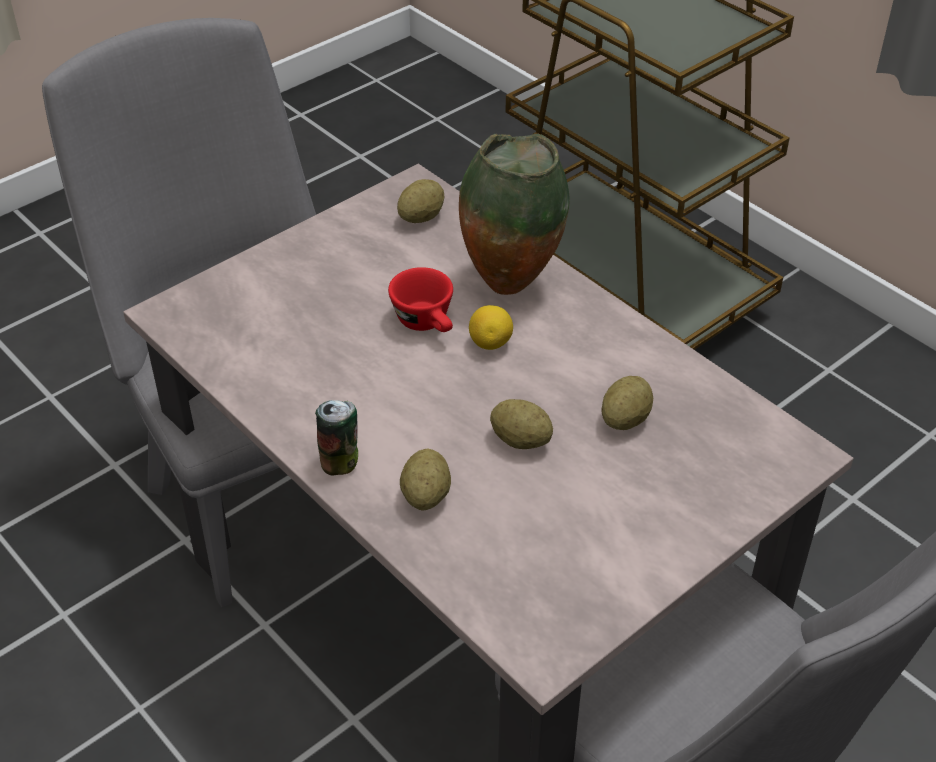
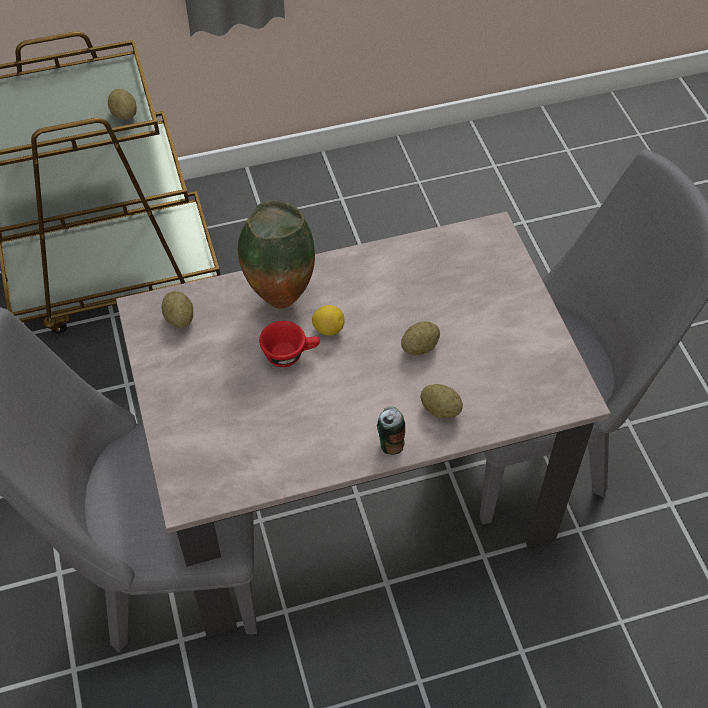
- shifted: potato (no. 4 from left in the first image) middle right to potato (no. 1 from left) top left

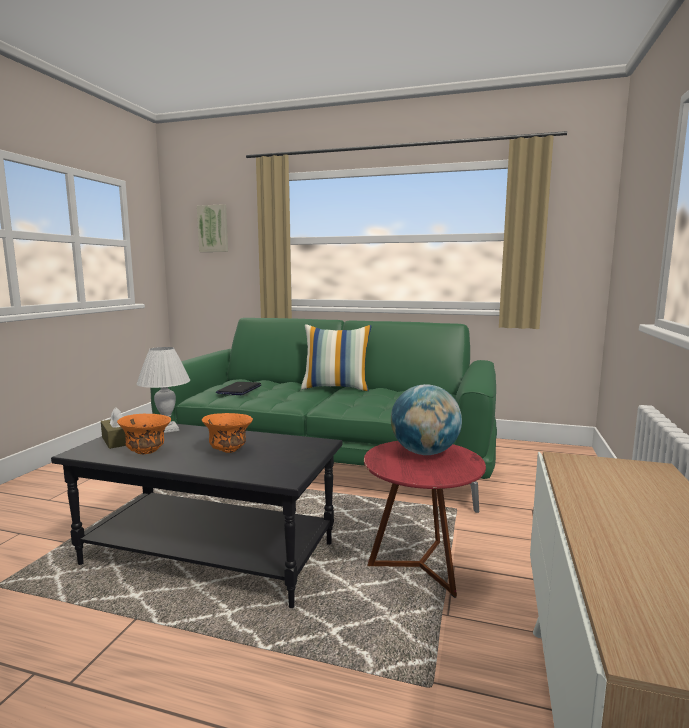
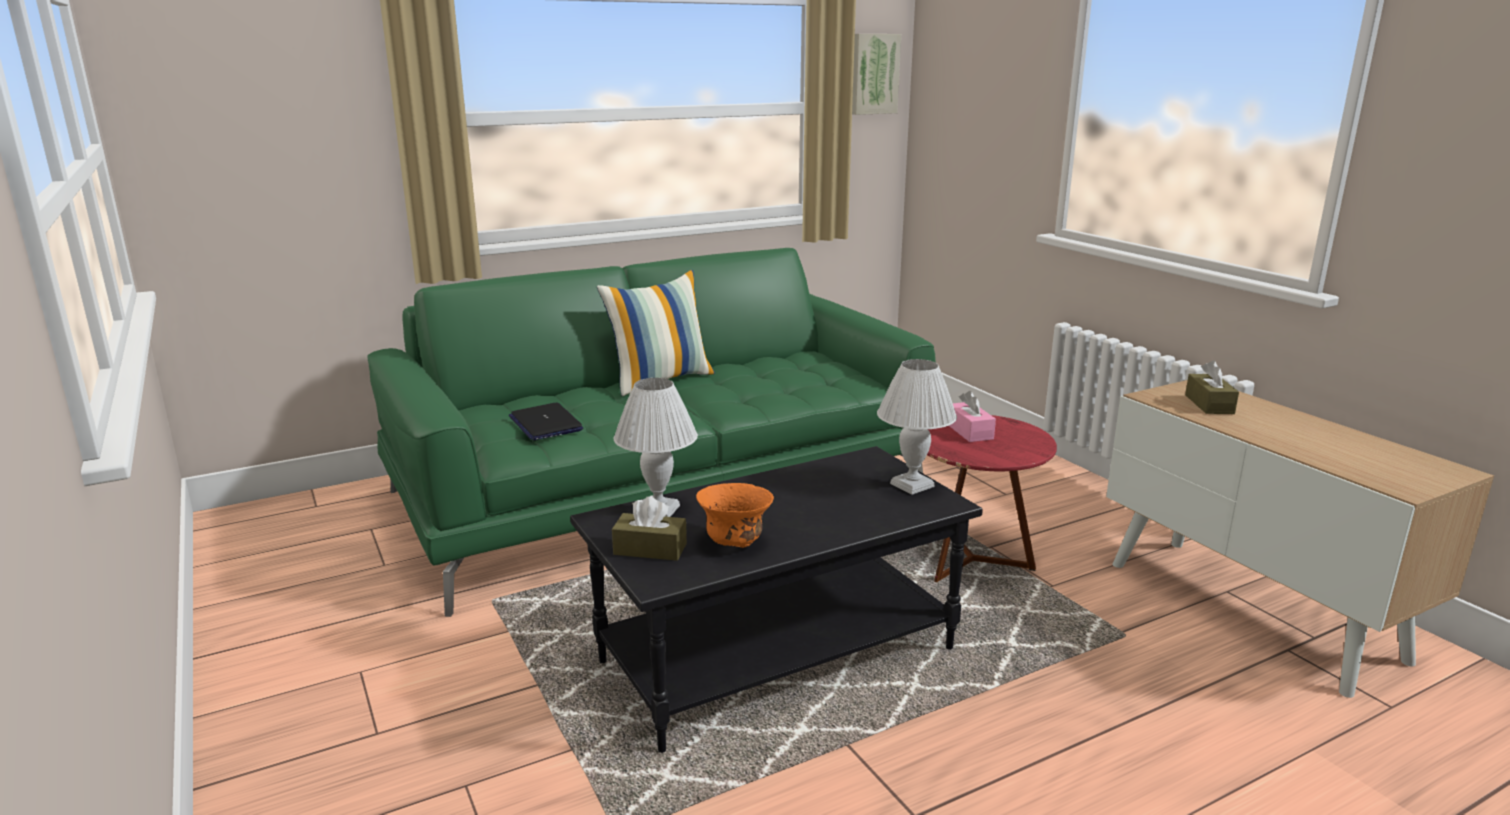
- gone: bowl (orange) (no. 2 from left) middle left
- new: table lamp (white) (no. 2 from left) centre
- new: tissue box (brown) (no. 2 from left) middle right
- shifted: picture top left to top centre
- swapped: globe centre to tissue box (pink) centre

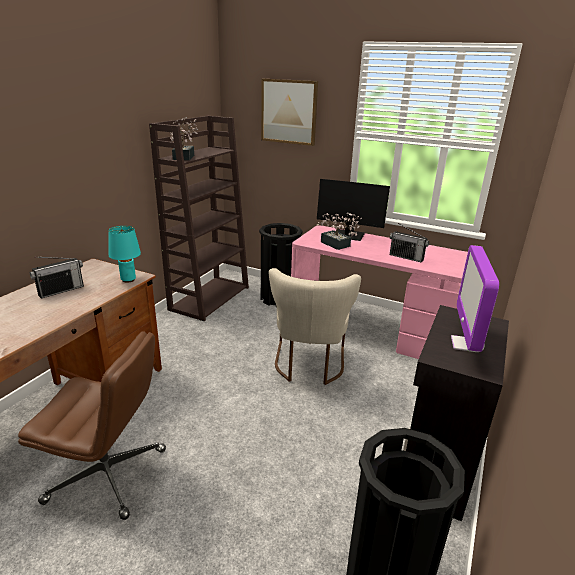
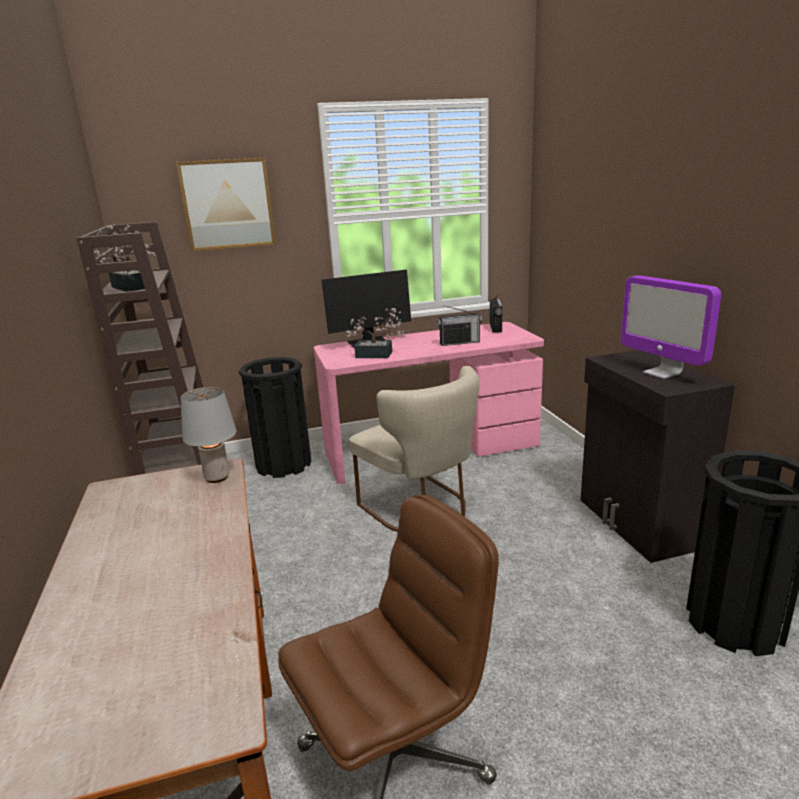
- shifted: radio (no. 1 from left in the first image) middle left to radio (no. 2 from left) centre
- repainted: table lamp (turquoise) middle left to table lamp (grey) middle left

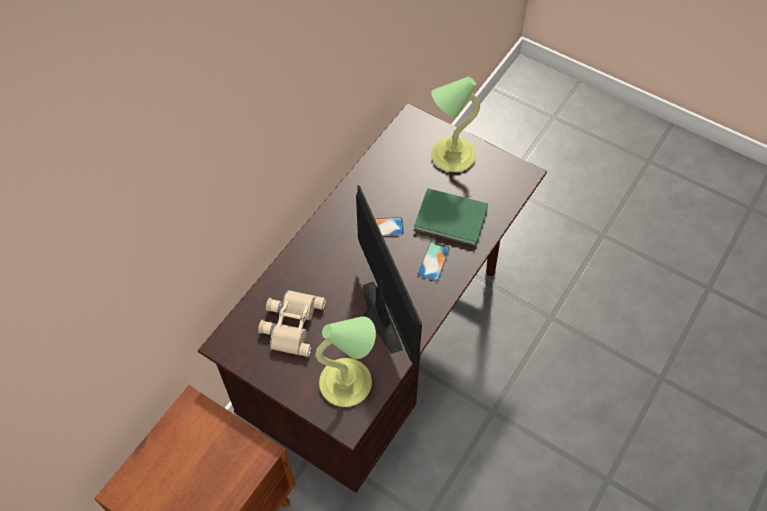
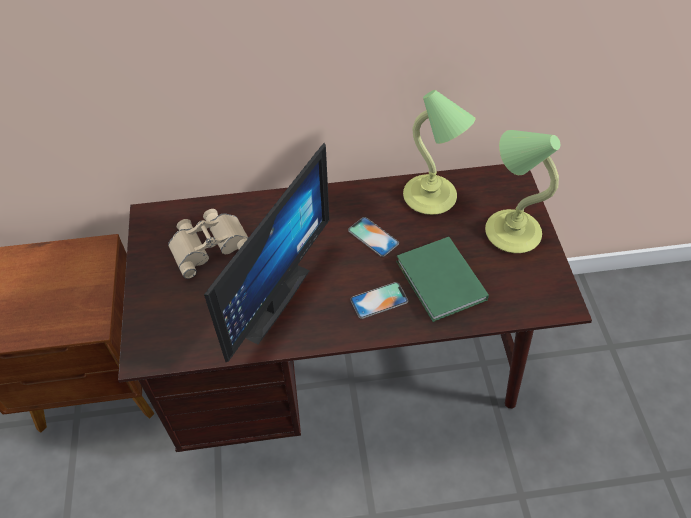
- shifted: table lamp (no. 1 from left) bottom centre to top centre

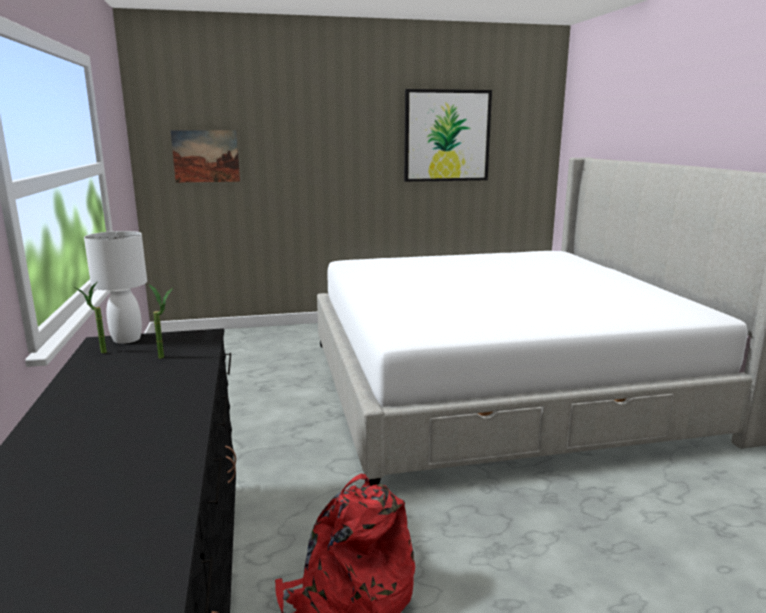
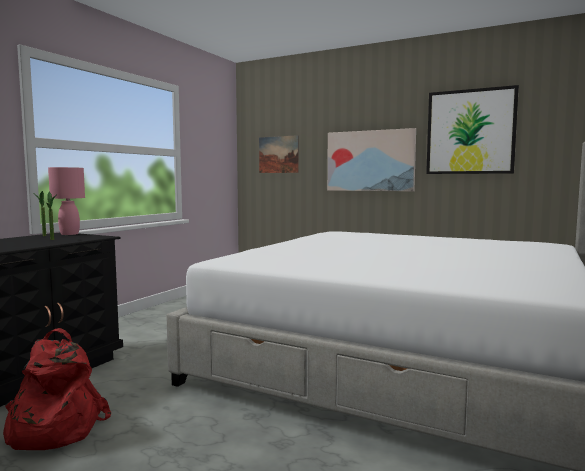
- new: picture (no. 2 from left) centre
- repainted: table lamp (white) middle left to table lamp (pink) middle left

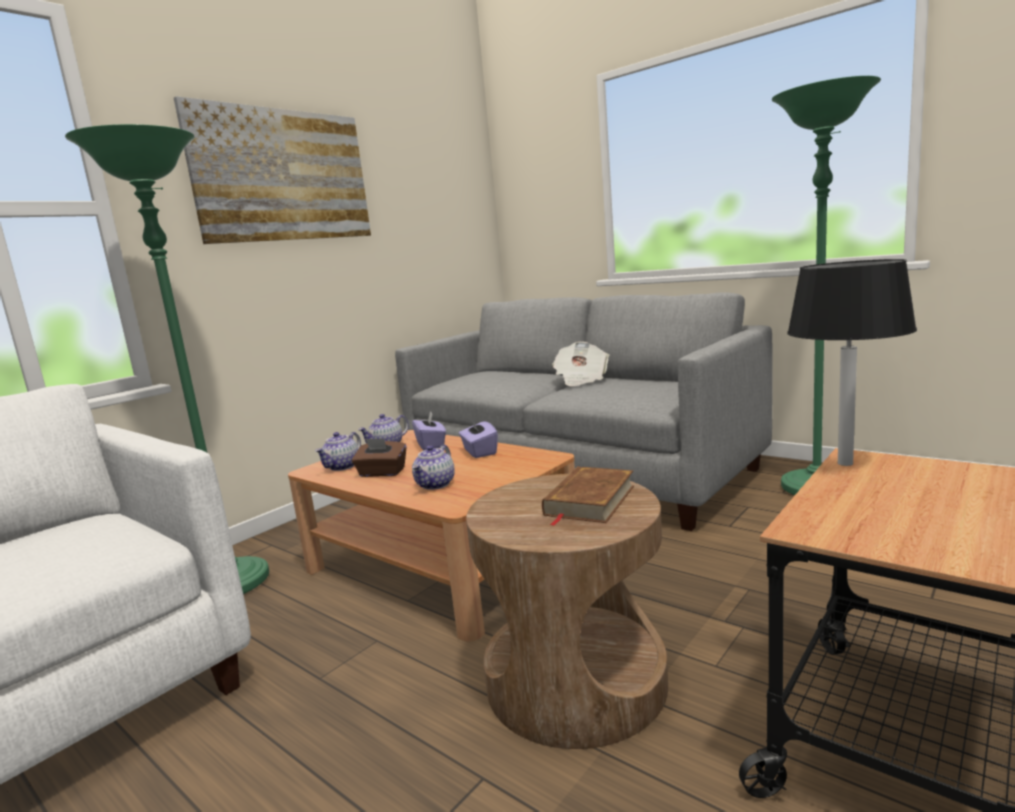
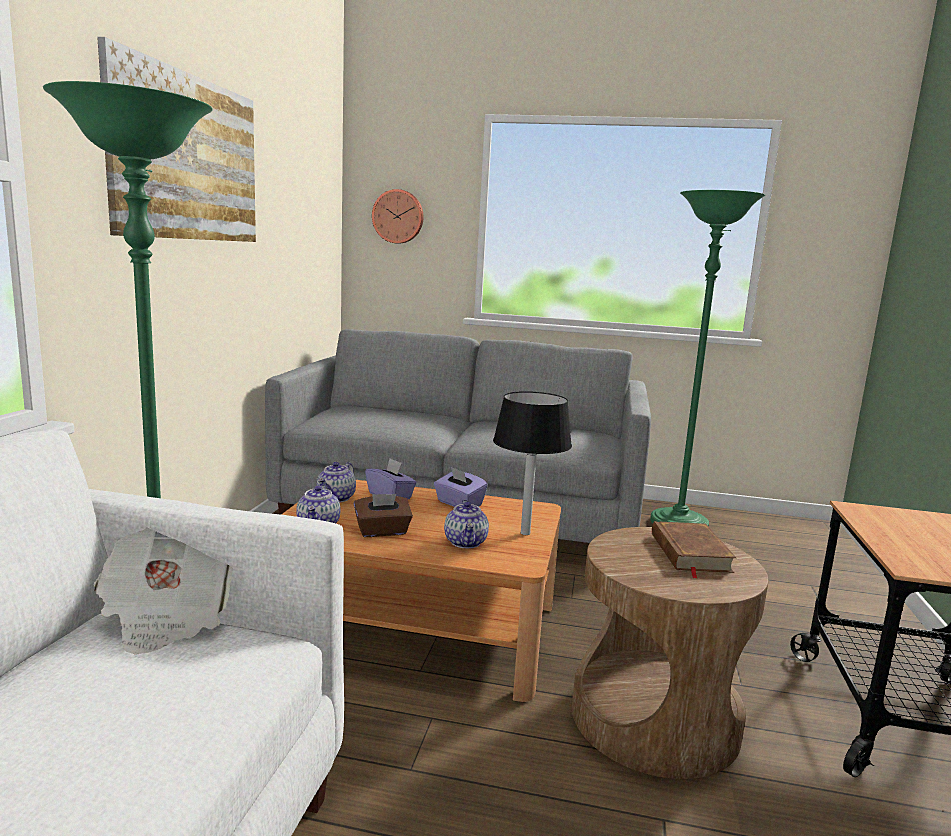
- new: wall clock top centre
- shifted: newspaper centre to bottom left
- shifted: table lamp (black) middle right to centre

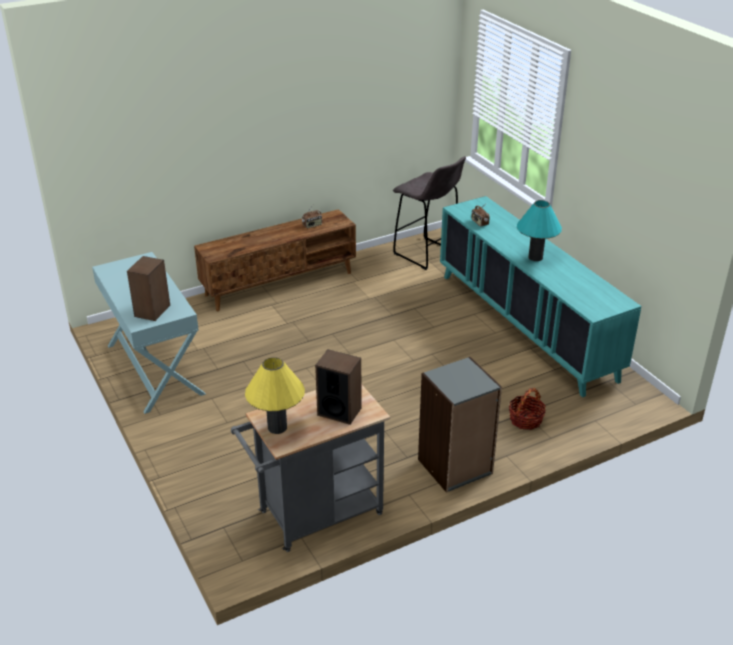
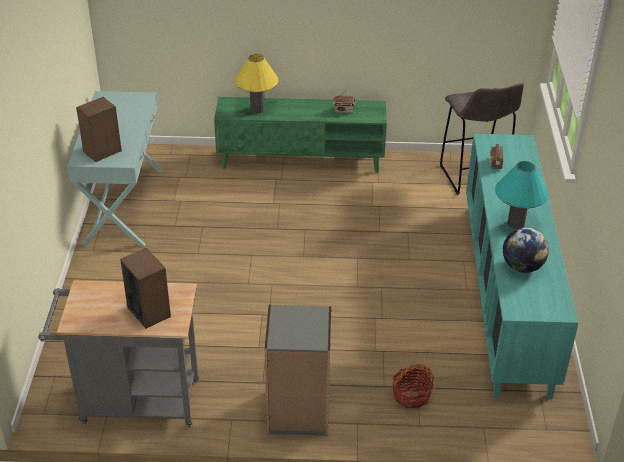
- new: globe middle right
- shifted: table lamp (yellow) centre to top centre
- repainted: tv stand (brown) centre to tv stand (green) top centre

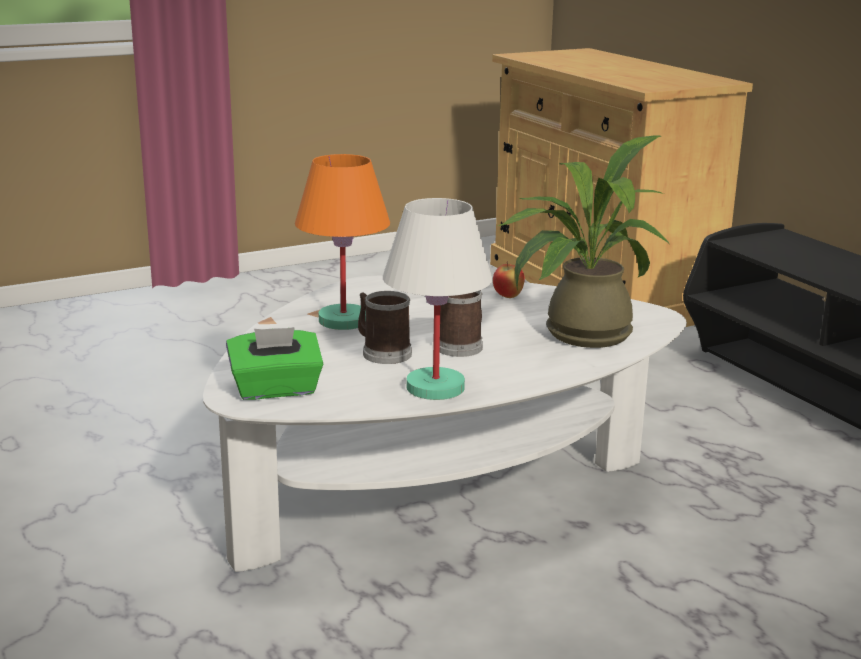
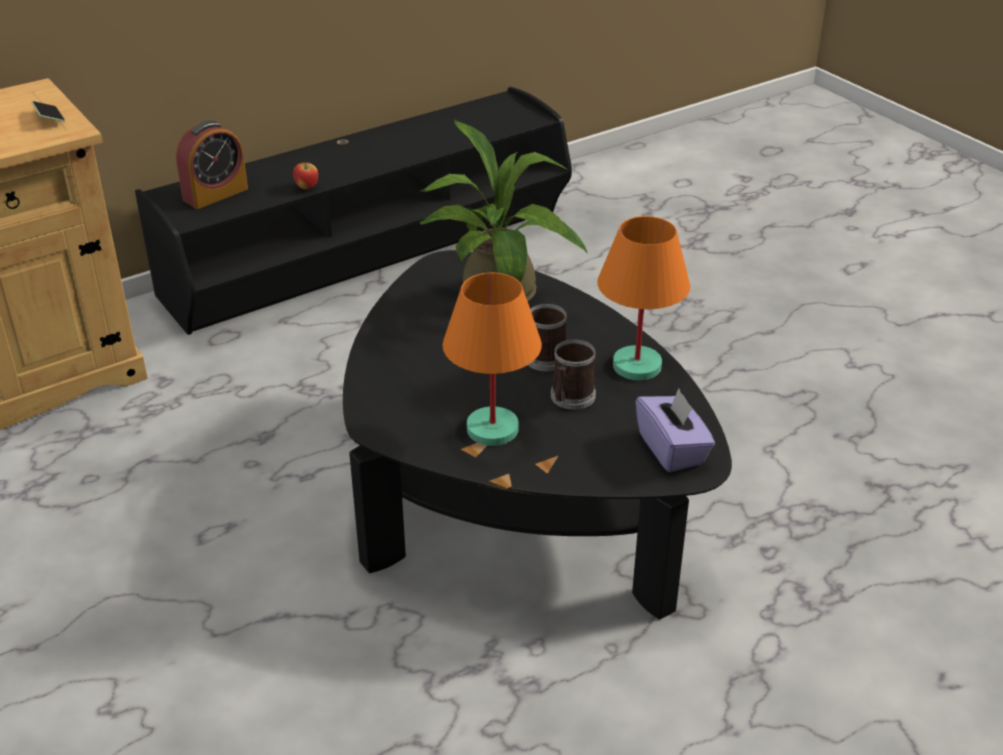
- new: phone top left
- new: alarm clock top left
- shifted: apple centre to top left
- repainted: coffee table (white) centre to coffee table (black) centre
- repainted: tissue box (green) middle left to tissue box (purple) middle right
- repainted: table lamp (white) centre to table lamp (orange) (no. 2 from left) centre

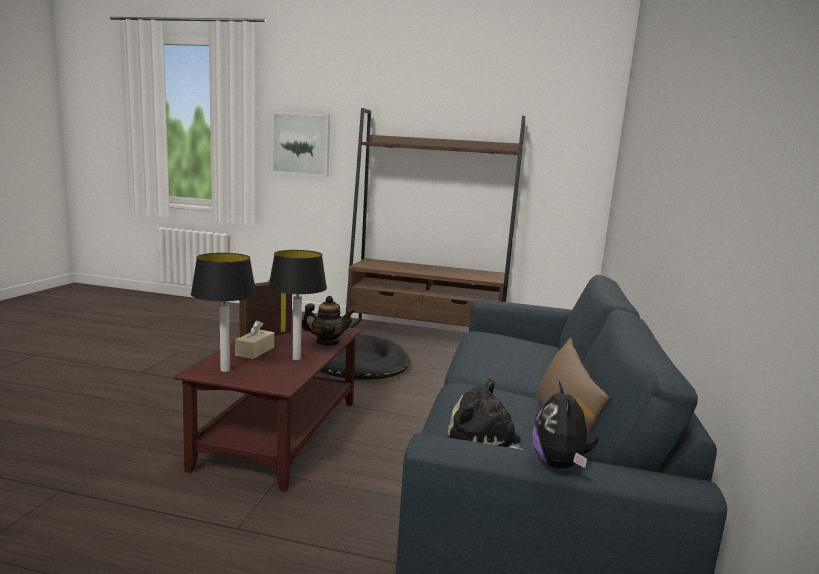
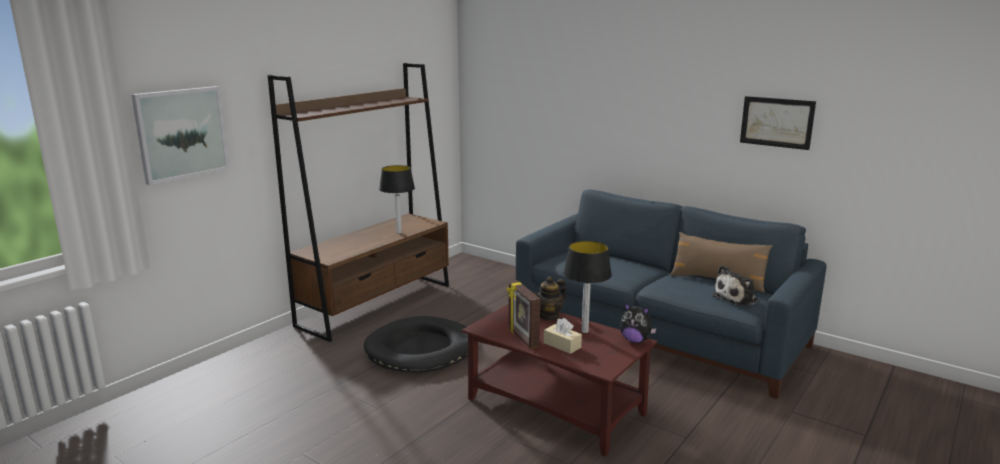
- new: picture (no. 2 from left) top right
- shifted: table lamp (no. 1 from left) middle left to centre
- shifted: plush toy (no. 2 from left in the first image) bottom right to plush toy (no. 1 from left) bottom centre
- rotated: teapot centre = centre 150 degrees counterclockwise

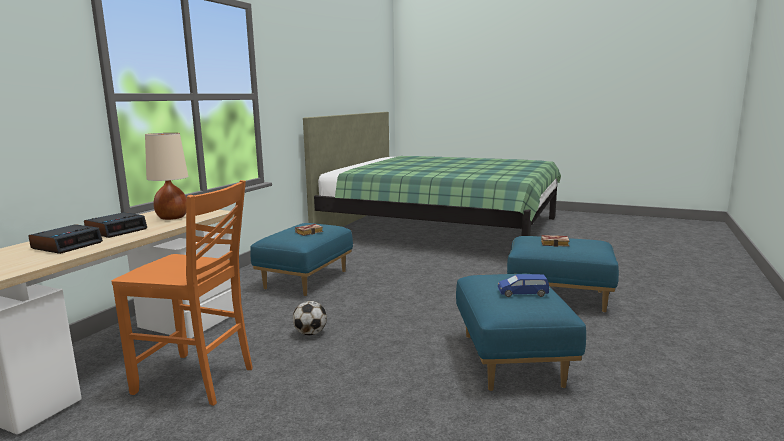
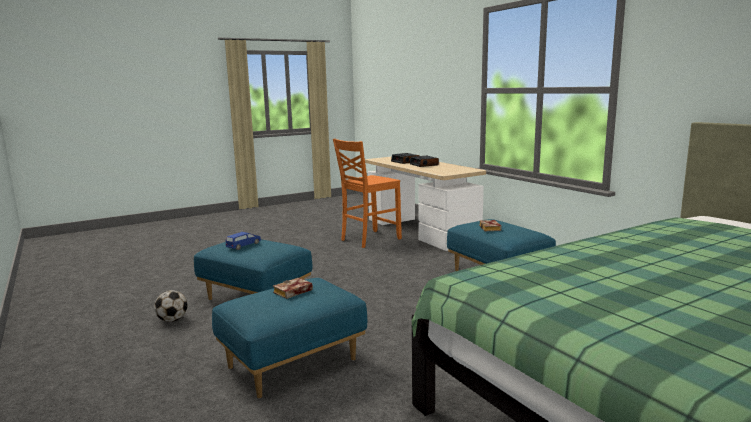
- gone: table lamp (beige) middle left
- shifted: football bottom centre to bottom left

